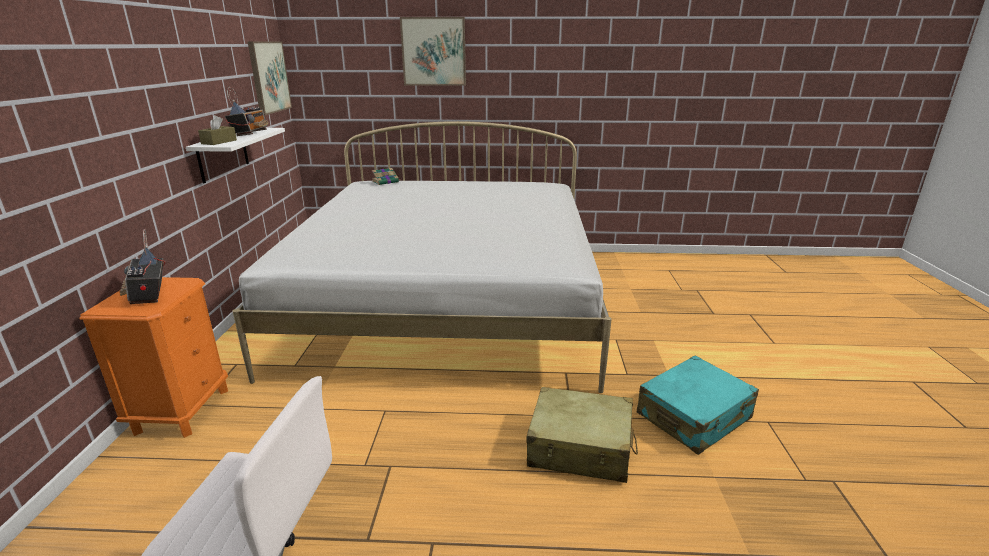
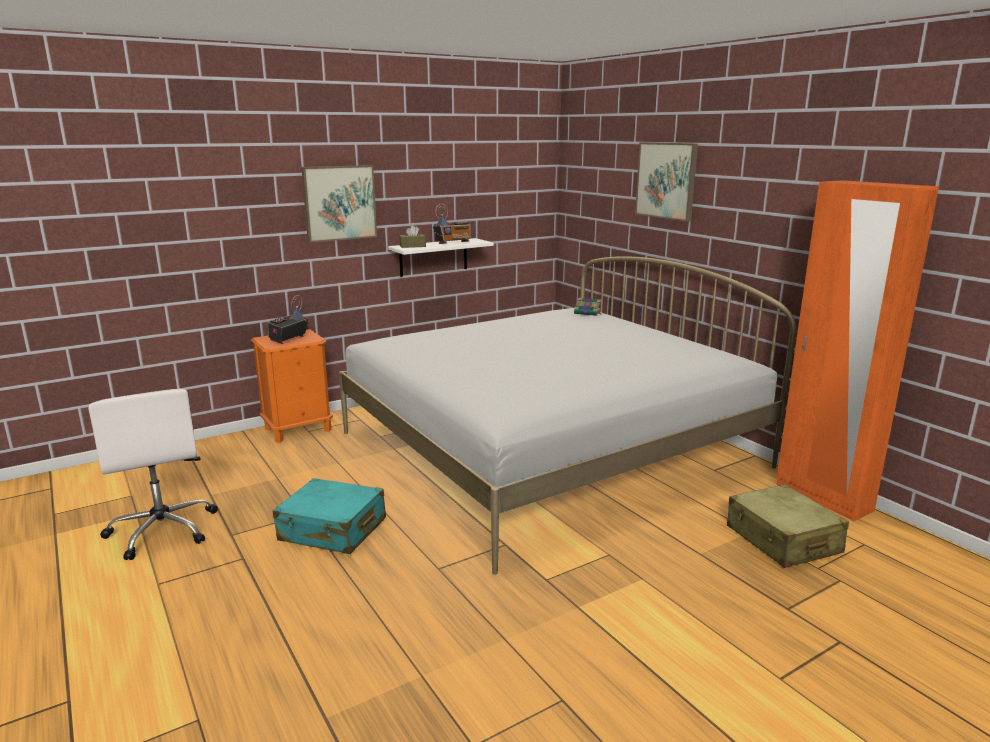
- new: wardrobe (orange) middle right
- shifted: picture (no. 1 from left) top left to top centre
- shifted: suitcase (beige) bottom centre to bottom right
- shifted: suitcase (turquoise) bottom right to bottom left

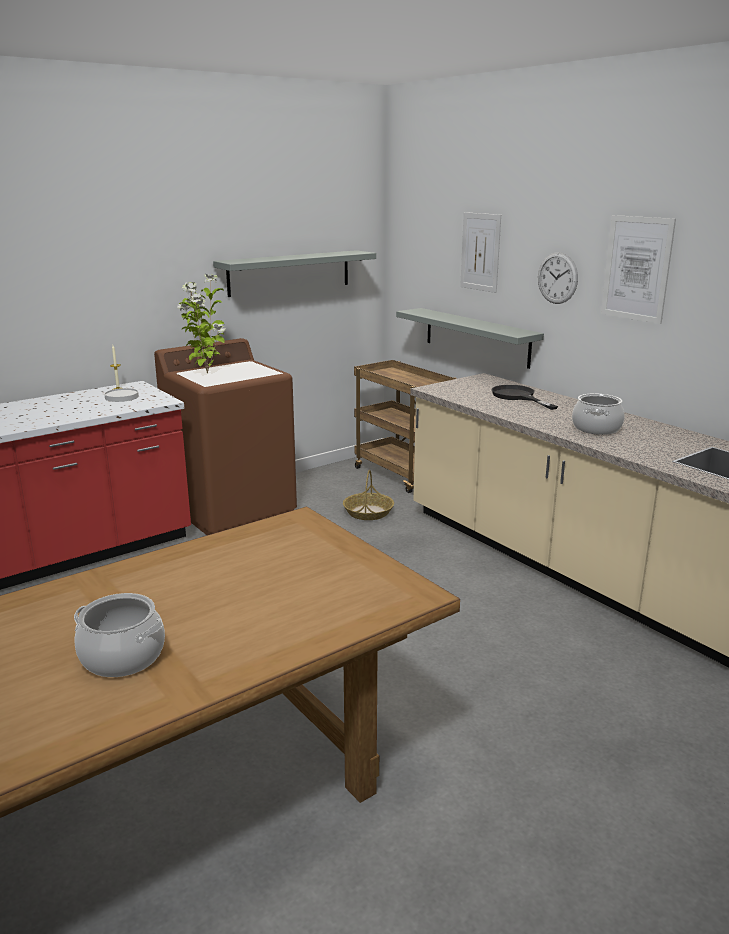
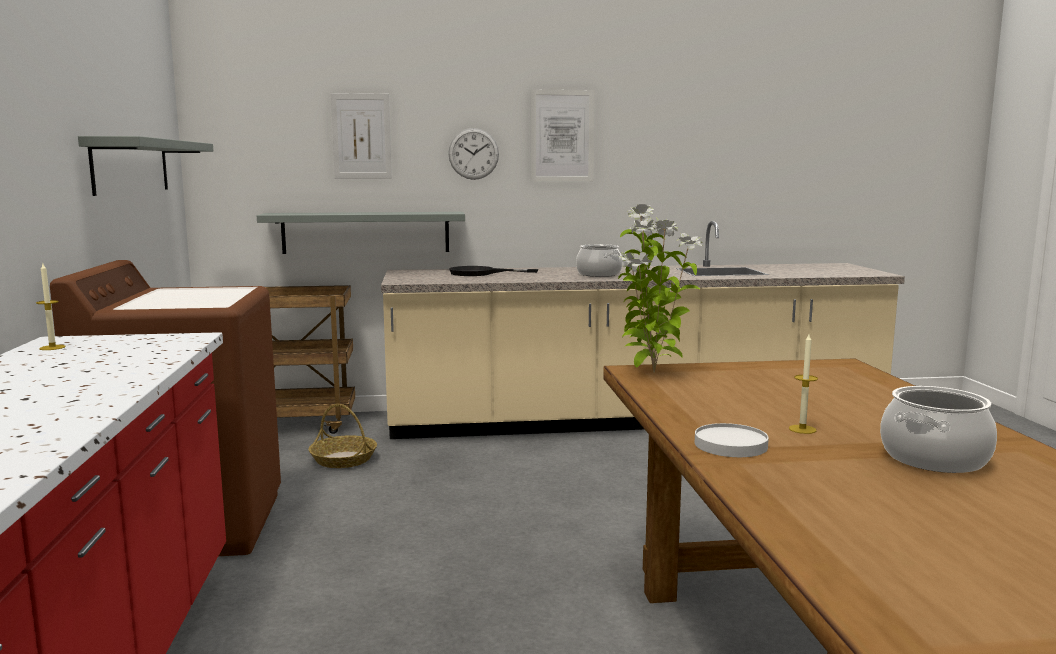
- new: candle (no. 2 from left) middle right
- shifted: plate (white) middle left to bottom right
- shifted: potted plant middle left to centre

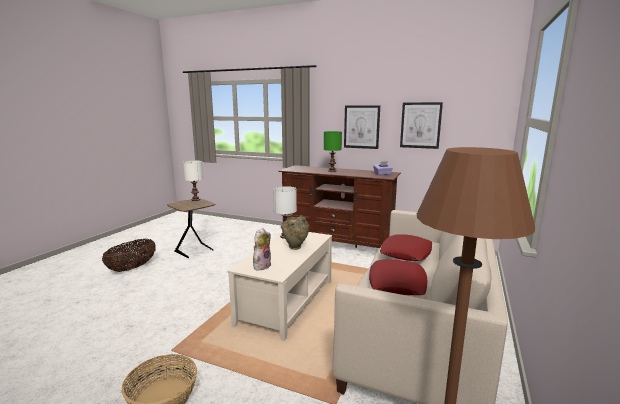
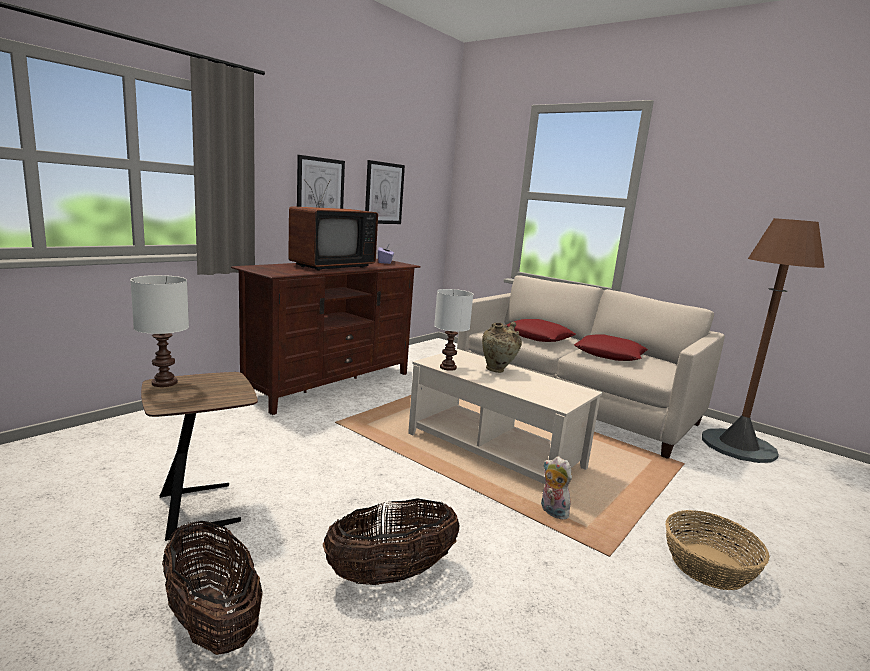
- new: basket (no. 2 from left) bottom centre
- shifted: plush toy centre to bottom centre
- swapped: table lamp (green) centre to television centre

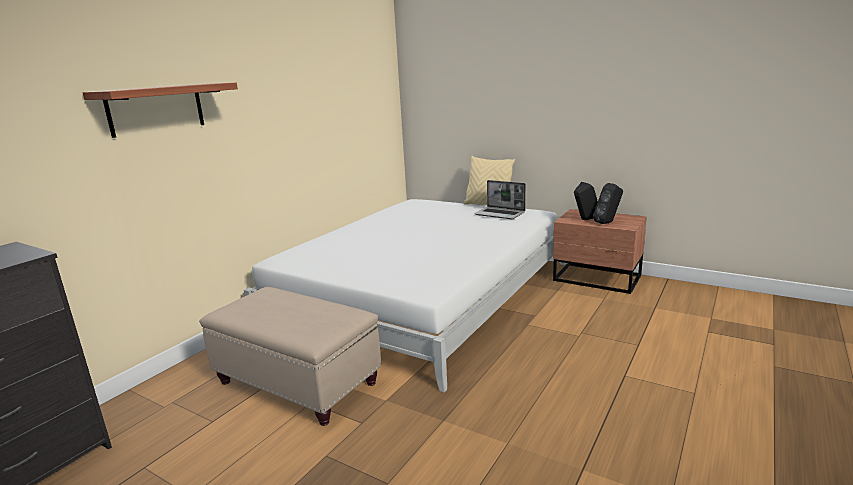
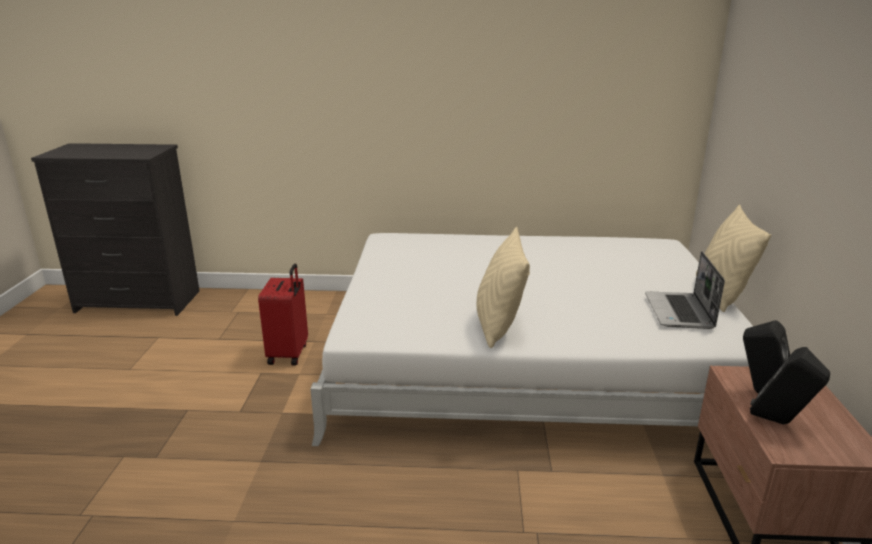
- gone: shelf top left
- new: pillow (beige) (no. 1 from left) centre
- swapped: ottoman (beige) bottom centre to suitcase (red) middle left

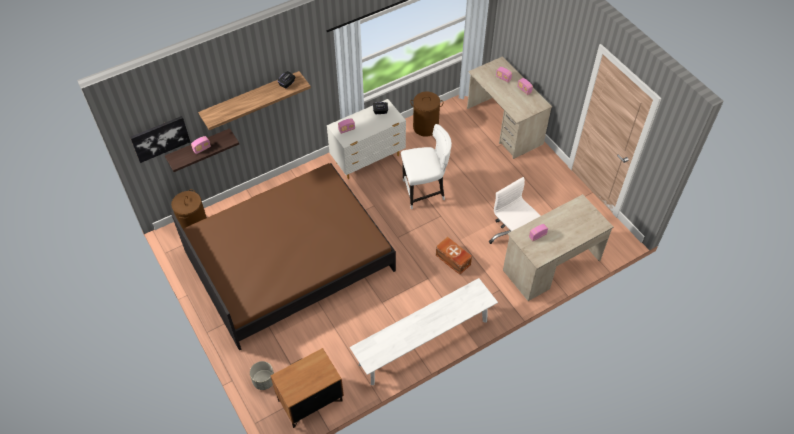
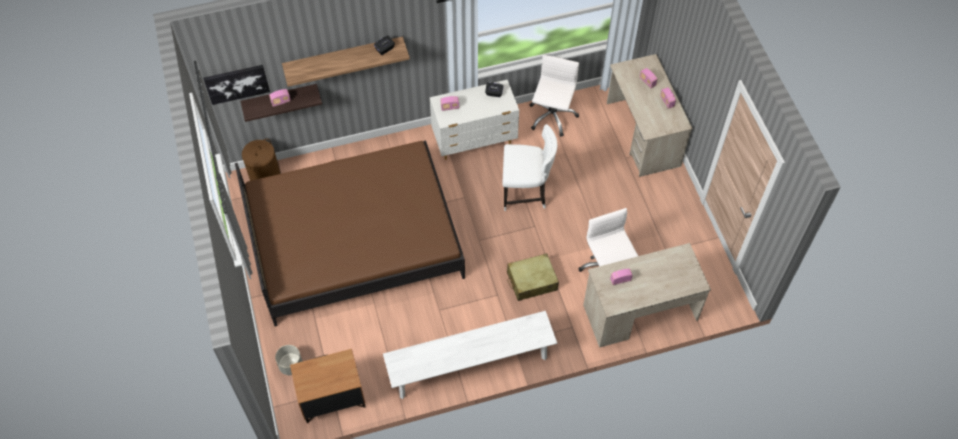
- swapped: laundry basket (brown) (no. 2 from left) top centre to office chair (white) (no. 1 from left) top centre
- swapped: storage box (brown) centre to suitcase (beige) centre

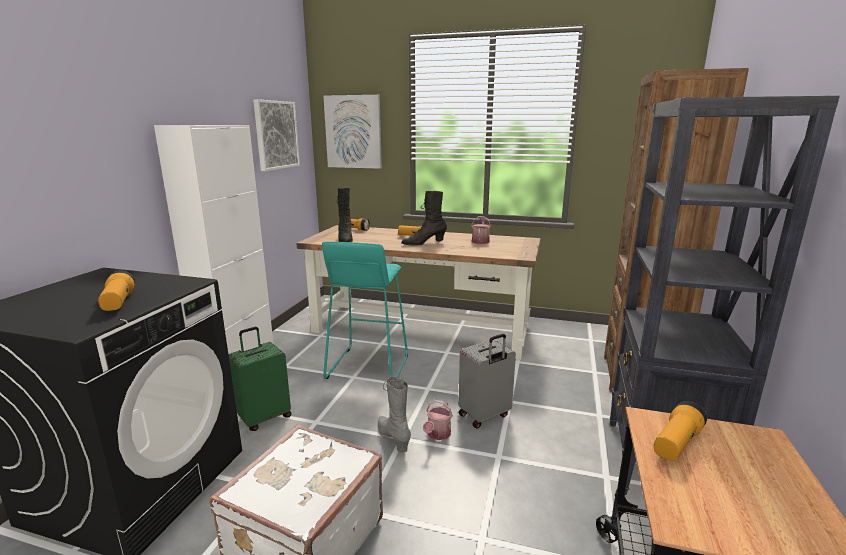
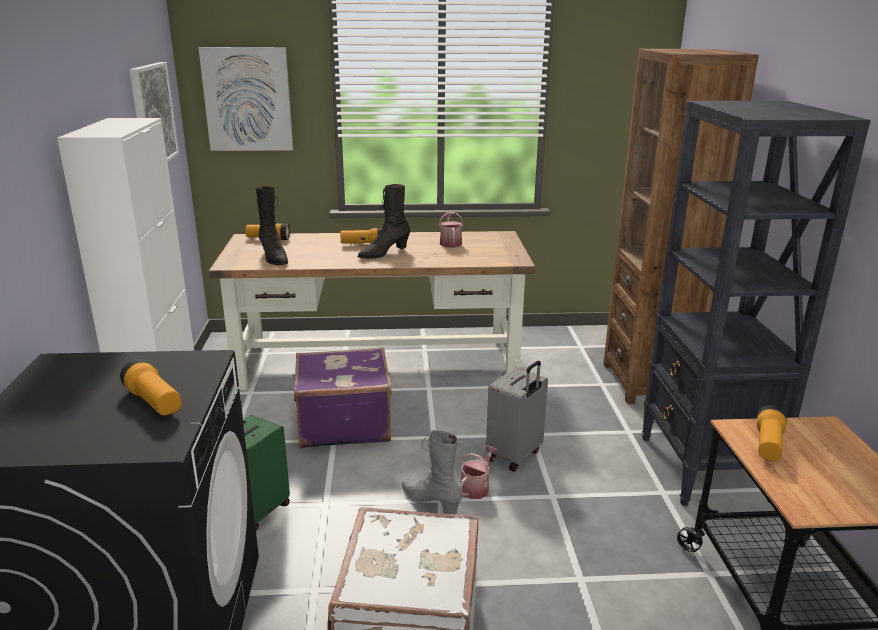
- swapped: stool (turquoise) centre to suitcase (purple) centre
- rotated: watering can (no. 1 from left in the first image) bottom centre = bottom centre 150 degrees counterclockwise

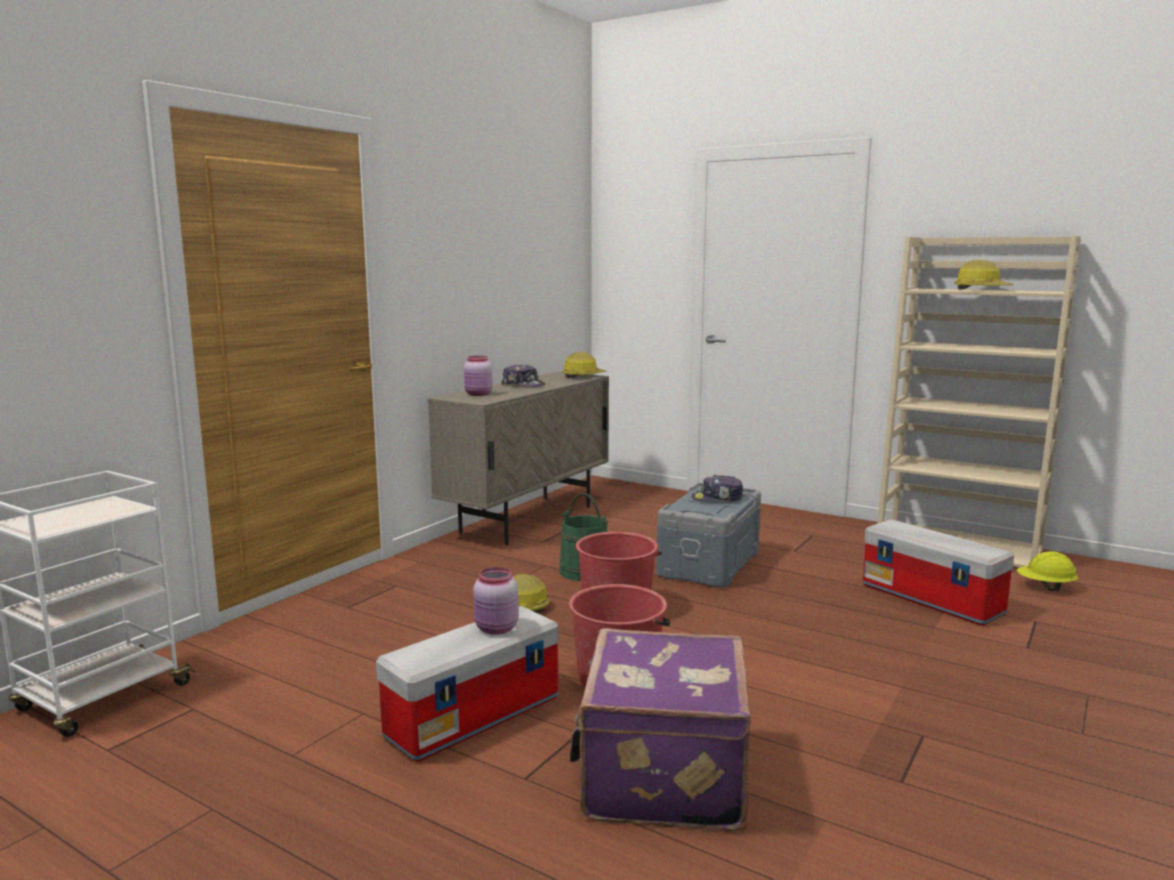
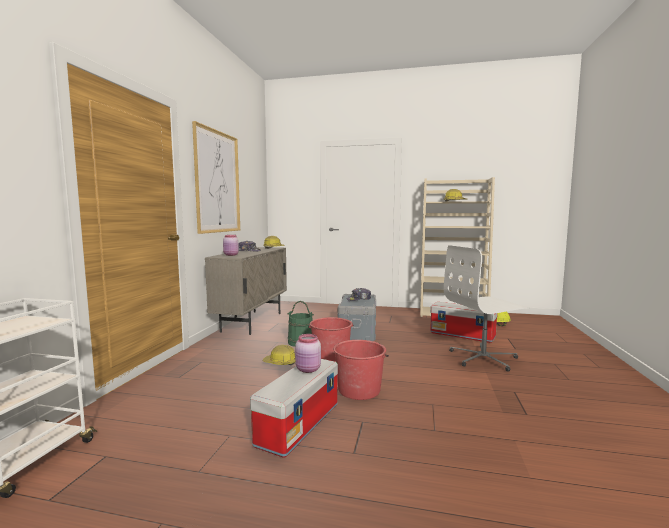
- gone: suitcase (purple) bottom centre
- new: picture middle left
- new: office chair (white) middle right

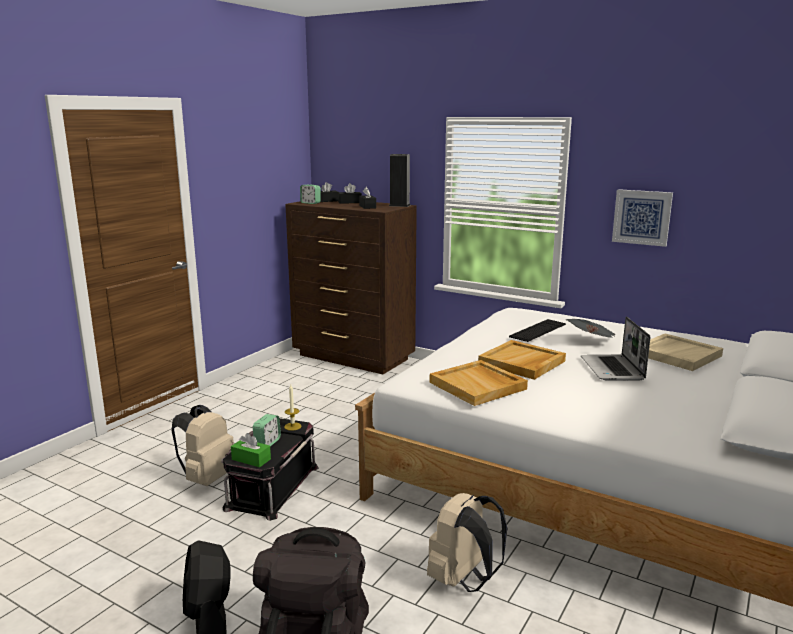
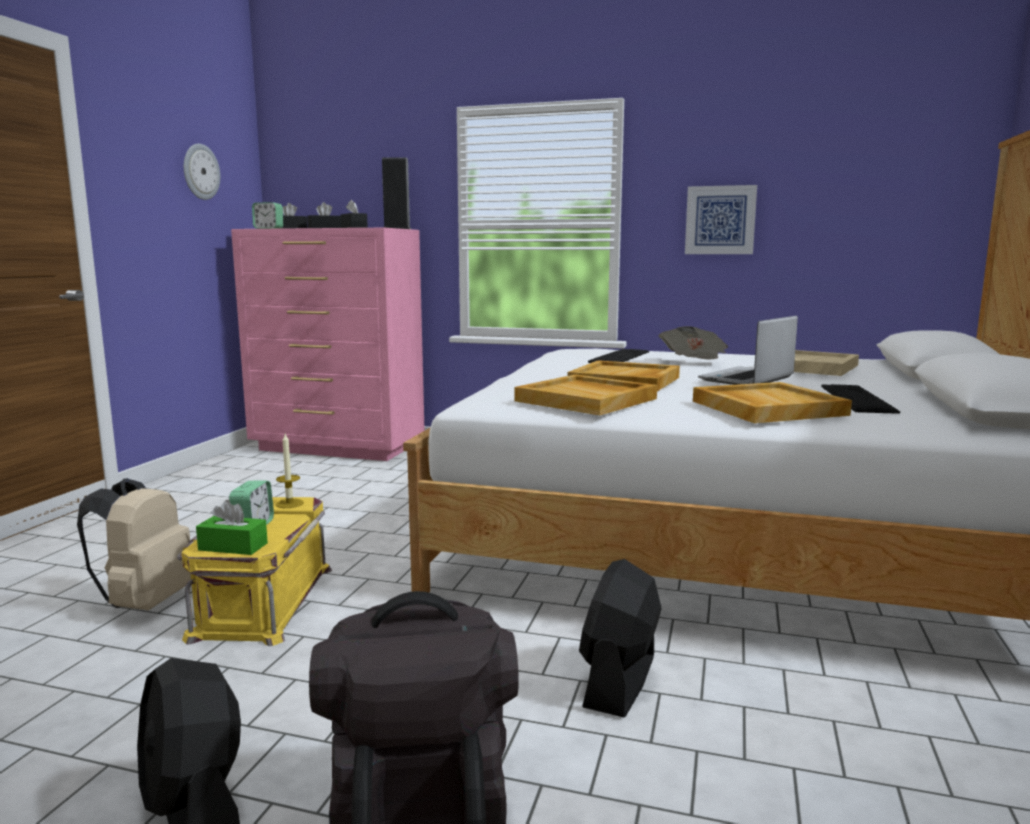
- new: wall clock top left
- new: tray (beige) (no. 3 from left) middle right
- new: keyboard (no. 2 from left) middle right
- swapped: backpack (beige) (no. 2 from left) bottom centre to fan (black) (no. 2 from left) bottom centre
- repainted: storage box (black) bottom centre to storage box (yellow) bottom left
- repainted: dresser (brown) centre to dresser (pink) middle left
- rotated: laptop middle right = middle right 60 degrees clockwise

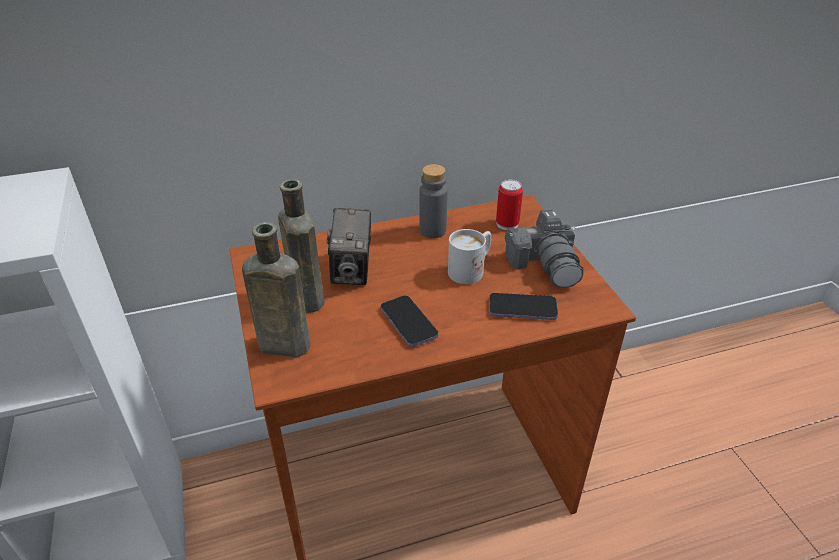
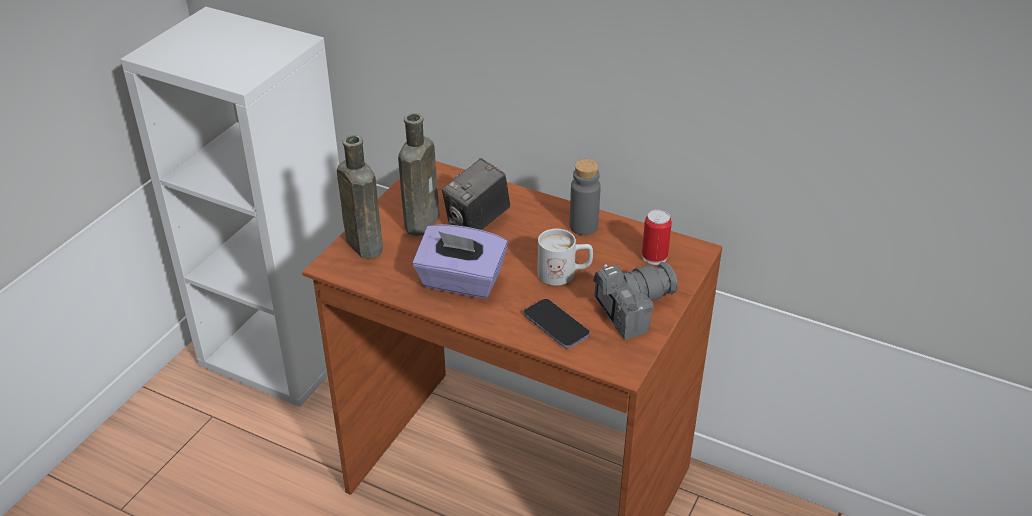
- swapped: phone (no. 1 from left) centre to tissue box (purple) centre
- rotated: photo camera (no. 2 from left) centre = centre 150 degrees counterclockwise

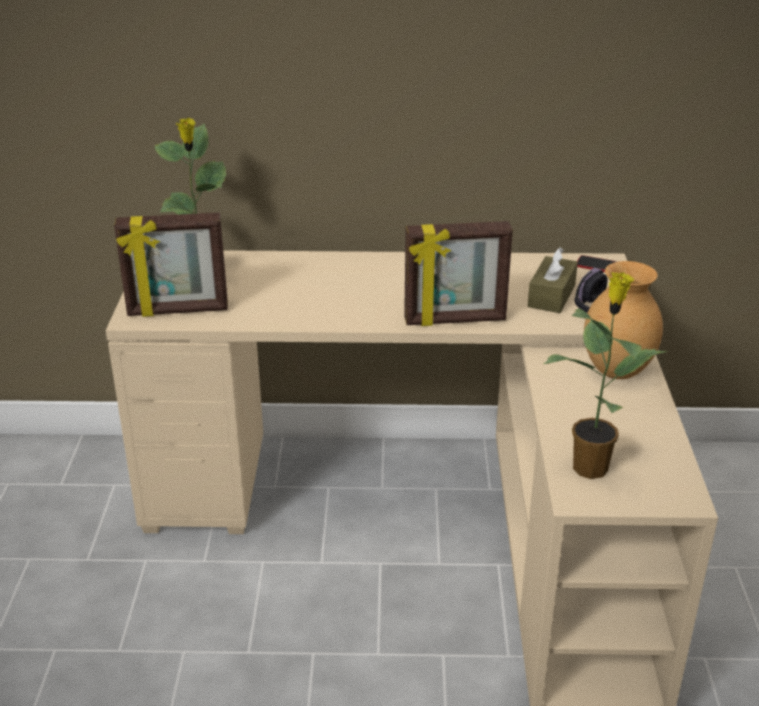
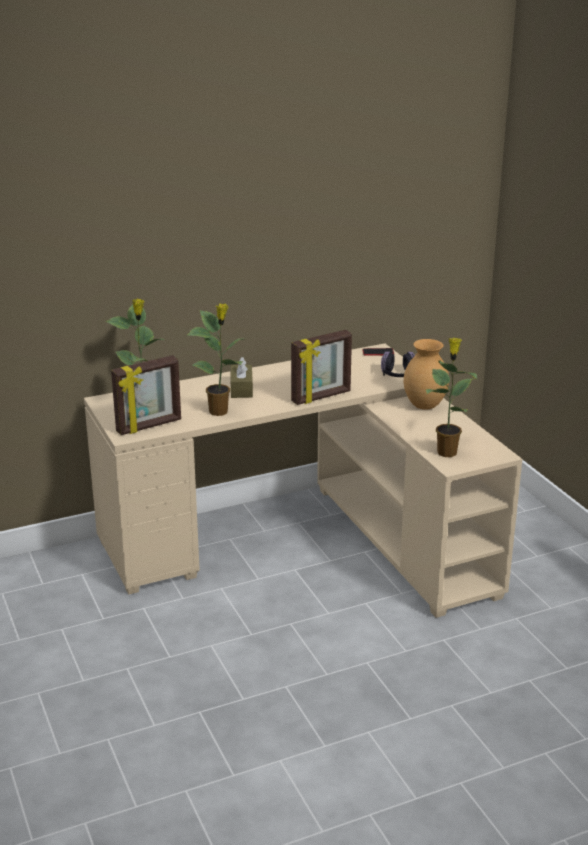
- new: potted plant (no. 2 from left) centre
- shifted: tissue box (brown) middle right to centre

